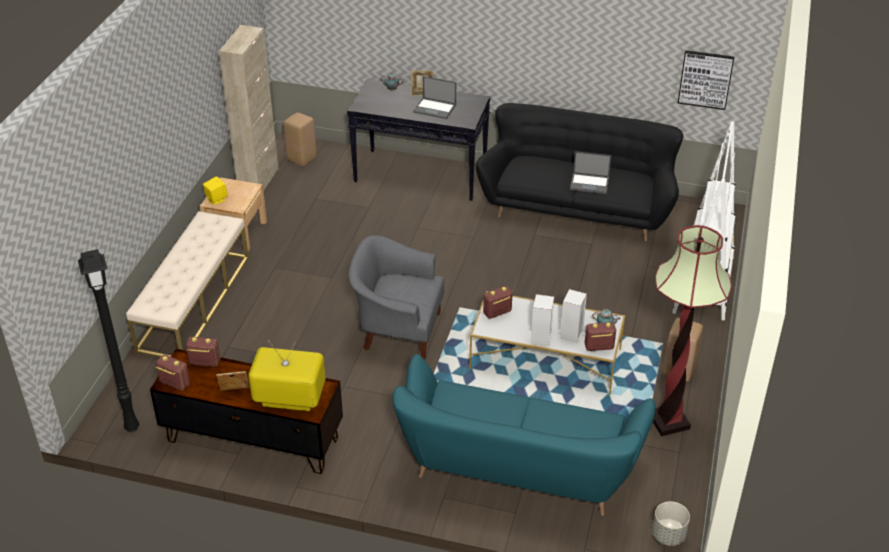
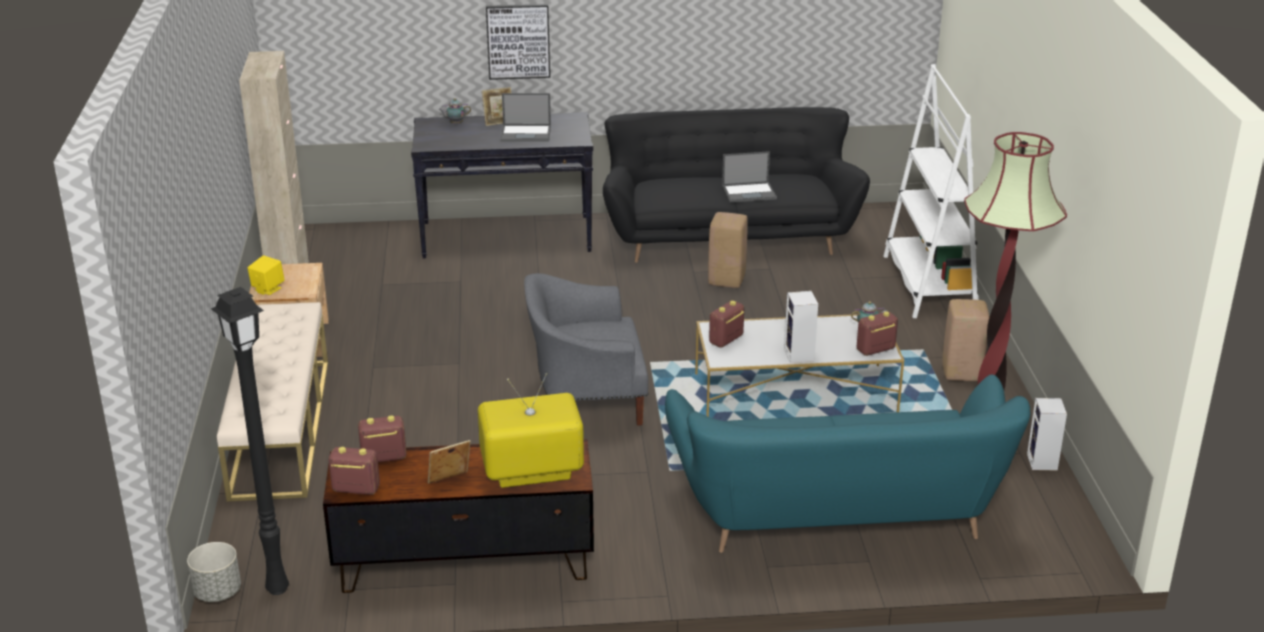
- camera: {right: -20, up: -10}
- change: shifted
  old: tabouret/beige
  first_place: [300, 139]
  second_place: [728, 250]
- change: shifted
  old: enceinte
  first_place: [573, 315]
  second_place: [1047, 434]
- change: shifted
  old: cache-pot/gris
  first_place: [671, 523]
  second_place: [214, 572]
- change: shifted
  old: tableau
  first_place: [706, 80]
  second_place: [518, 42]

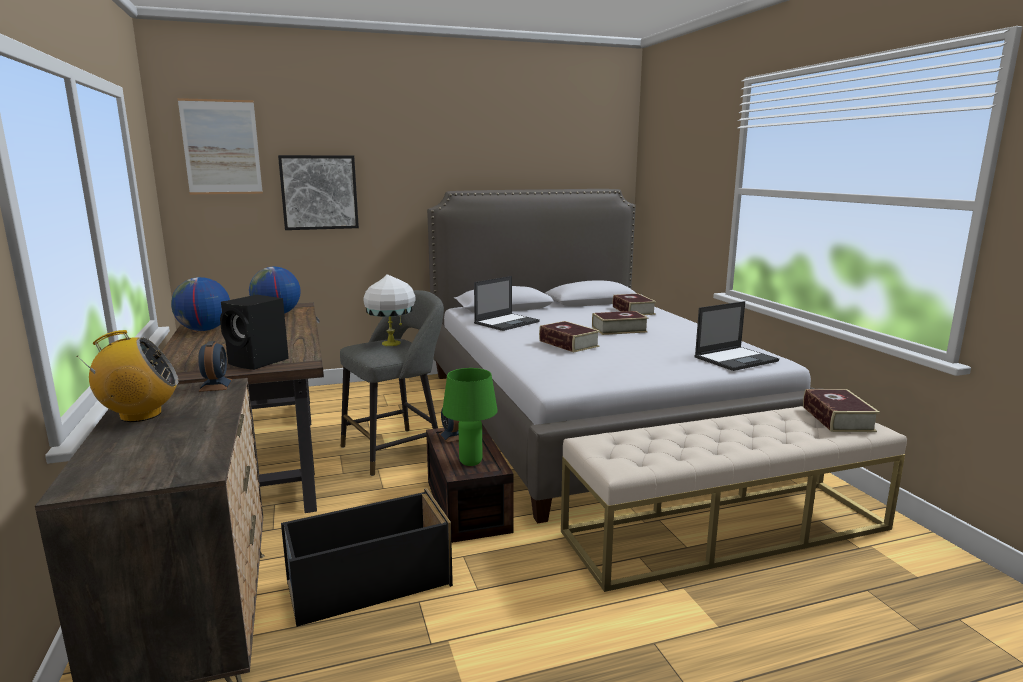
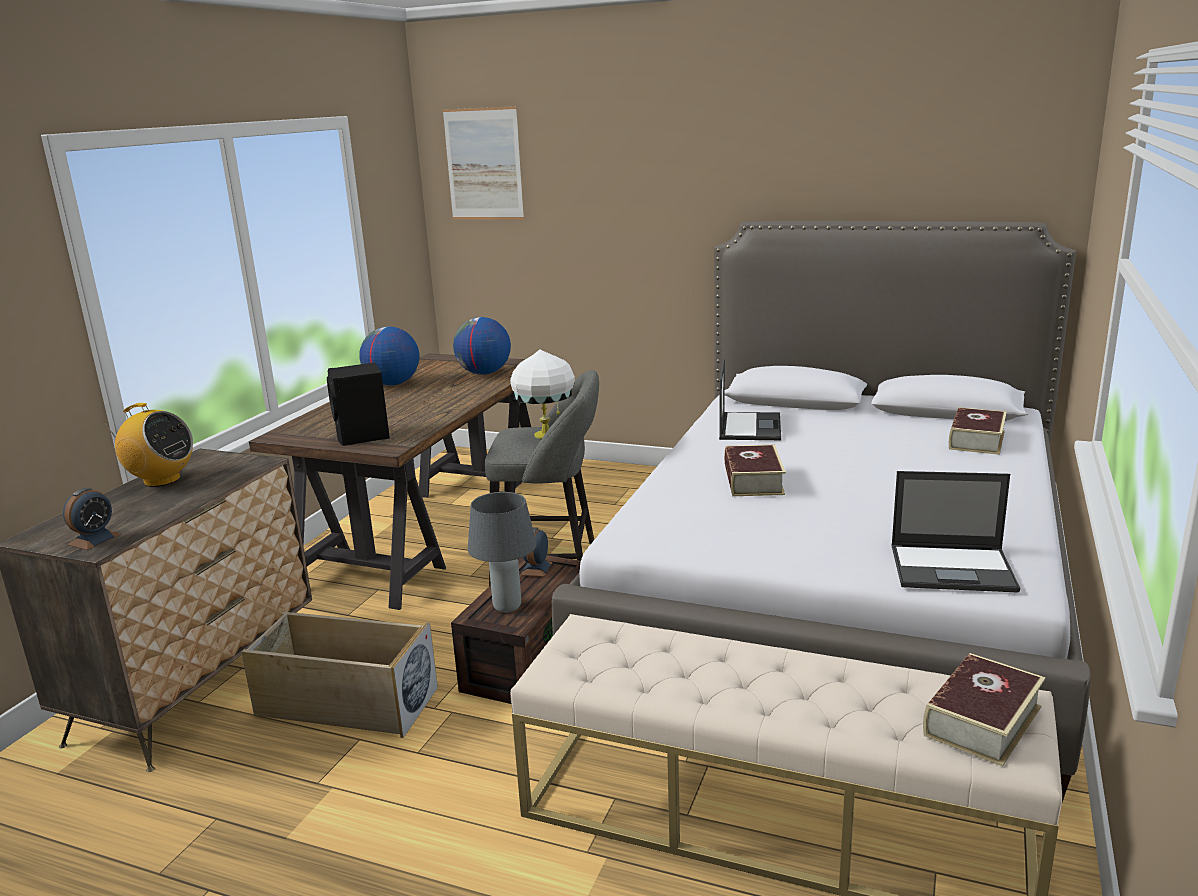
- camera: {right: 40, up: 5}
- change: gone
  old: tableau
  first_place: [318, 192]
- change: gone
  old: livre
  first_place: [620, 323]
- change: shifted
  old: réveil
  first_place: [215, 366]
  second_place: [92, 519]
- change: repainted
  old: boîte de rangement/noir
  new: boîte de rangement/beige
  first_place: [367, 557]
  second_place: [339, 675]
- change: repainted
  old: lampe de table/vert
  new: lampe de table/gris
  first_place: [470, 417]
  second_place: [502, 552]
- change: rotated
  old: ordinateur portable
  first_place: [507, 303]
  second_place: [750, 399]
  degrees: -75

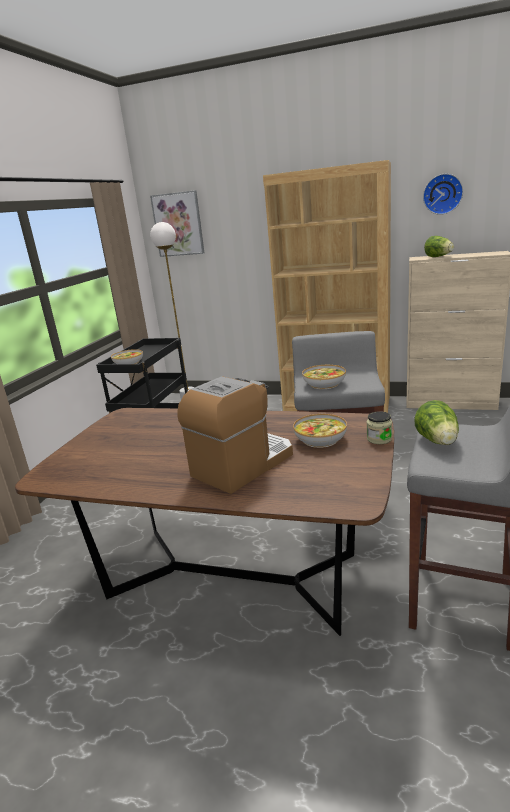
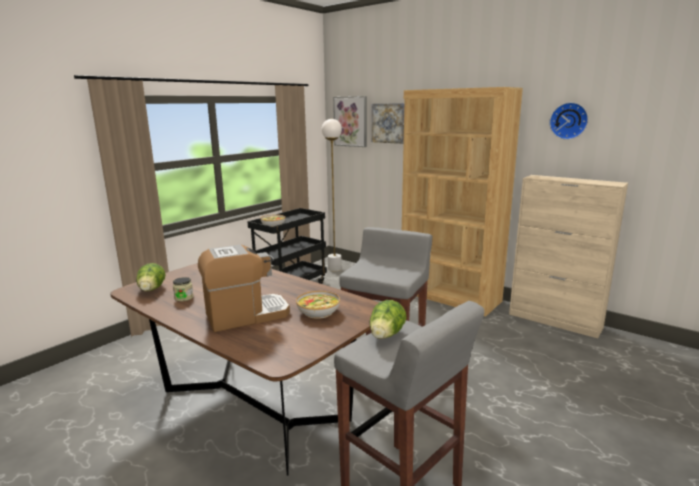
- camera: {right: 20, up: -5}
- change: gone
  old: bol
  first_place: [324, 377]
- change: new
  new: tableau
  second_place: [388, 123]
- change: shifted
  old: bocal
  first_place: [379, 427]
  second_place: [183, 289]
- change: shifted
  old: laitue
  first_place: [439, 246]
  second_place: [151, 277]

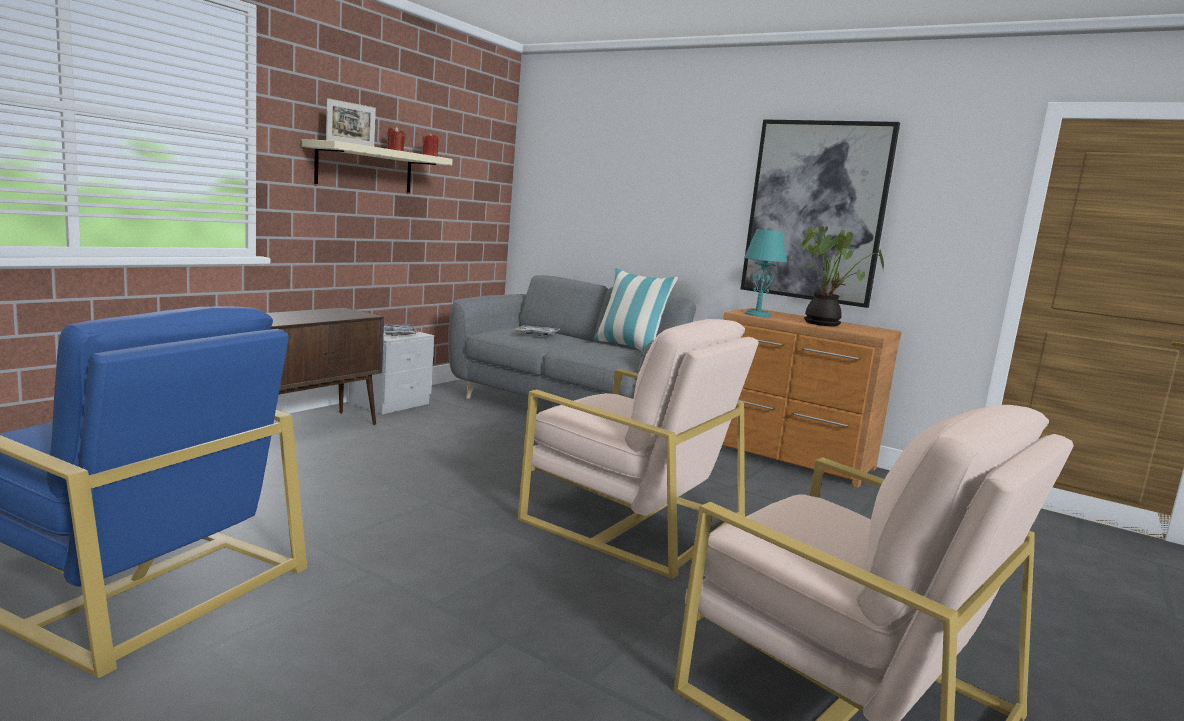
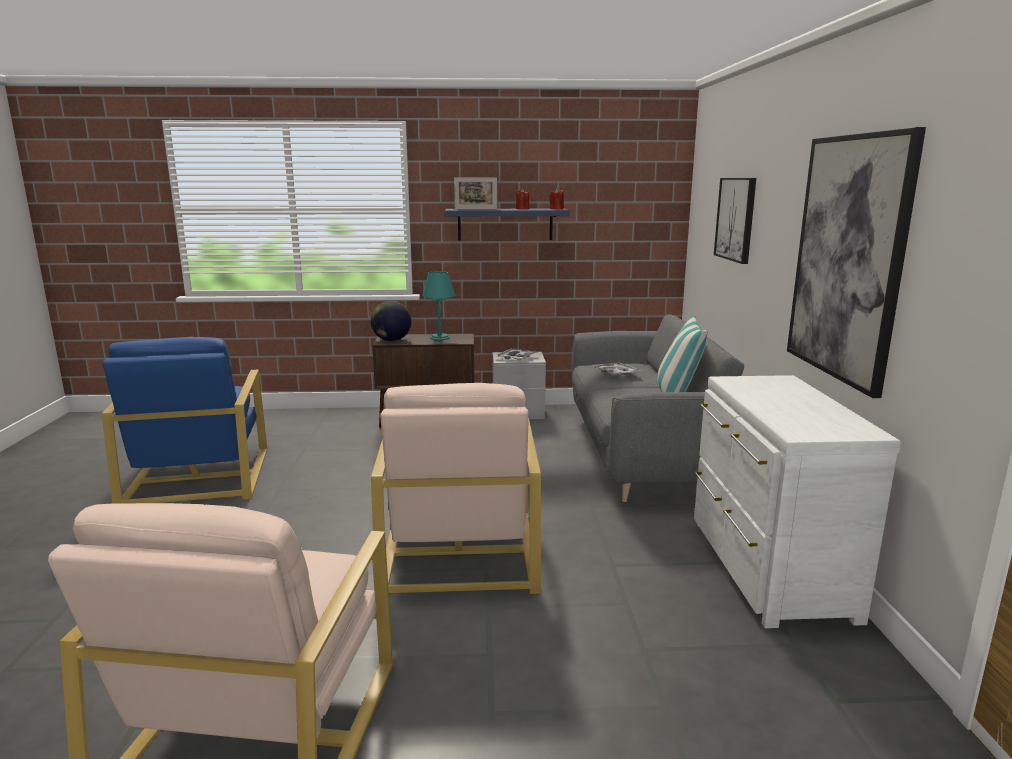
- camera: {right: 55, up: 5}
- change: gone
  old: plante en pot
  first_place: [843, 276]
- change: new
  new: globe
  second_place: [391, 321]
- change: new
  new: tableau
  second_place: [735, 221]
- change: shifted
  old: lampe de table/turquoise
  first_place: [765, 273]
  second_place: [438, 305]
- change: repainted
  old: étagère/beige
  new: étagère/bleu
  first_place: [377, 166]
  second_place: [507, 225]
- change: repainted
  old: commode/marron
  new: commode/blanc
  first_place: [812, 398]
  second_place: [797, 501]

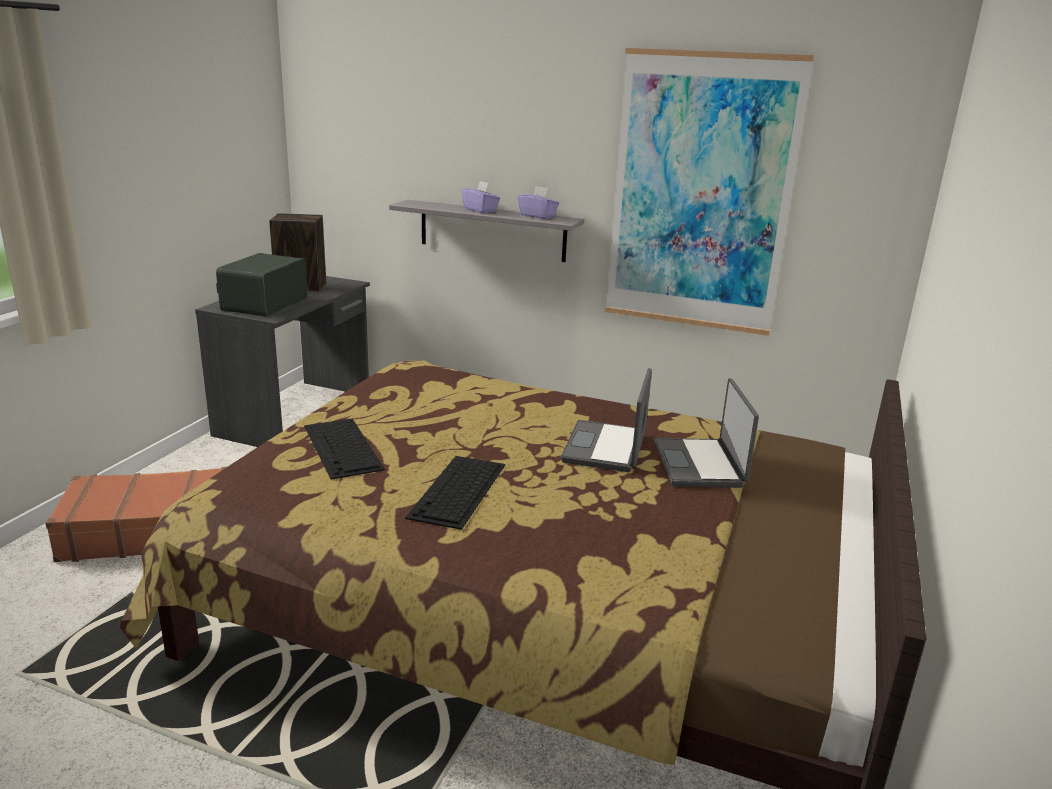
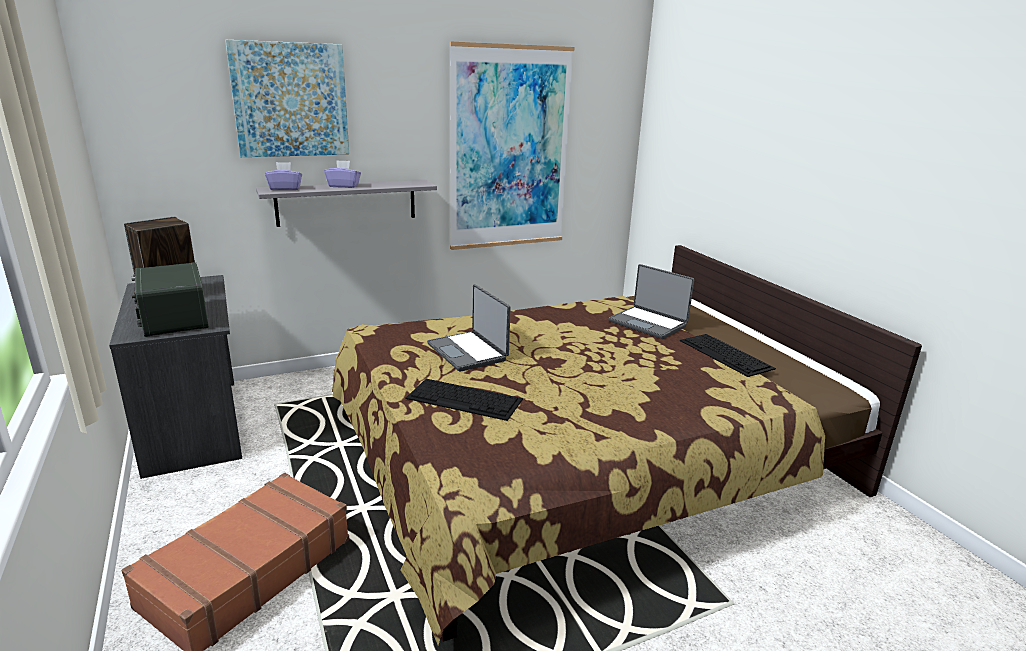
- camera: {right: -45, up: 0}
- change: new
  new: tableau
  second_place: [287, 98]
- change: shifted
  old: clavier
  first_place: [455, 493]
  second_place: [728, 355]
- change: shifted
  old: boîte à mouchoirs/violet
  first_place: [538, 202]
  second_place: [283, 176]
- change: shifted
  old: ordinateur portable
  first_place: [606, 420]
  second_place: [469, 328]

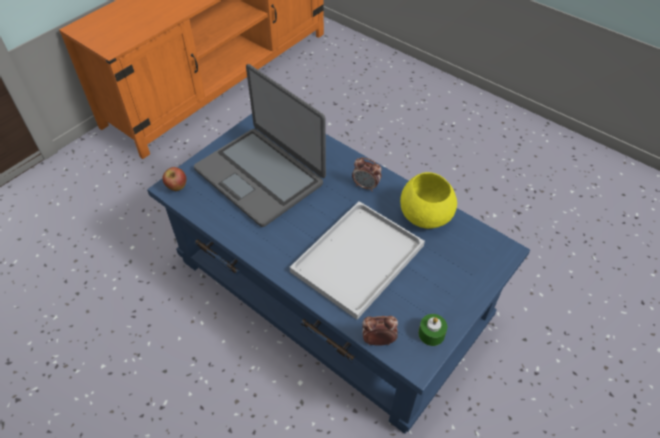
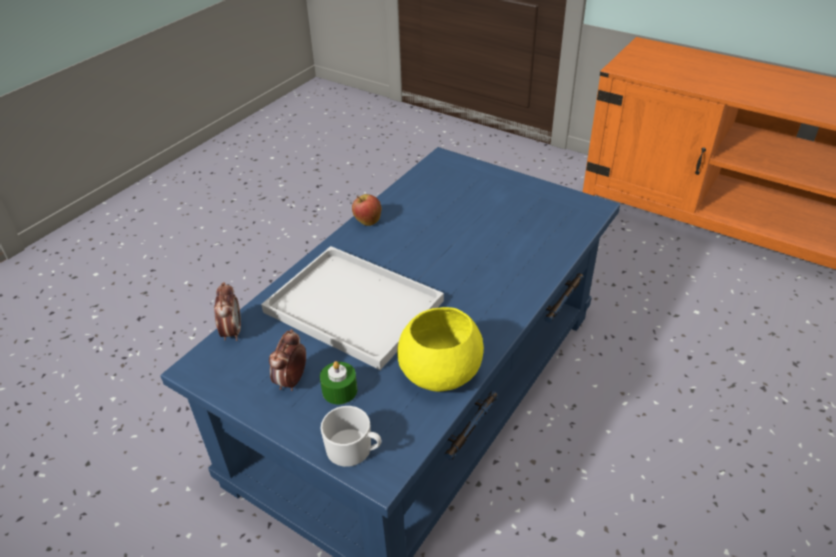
- camera: {right: 85, up: -10}
- change: gone
  old: ordinateur portable
  first_place: [260, 145]
- change: new
  new: mug/blanc
  second_place: [351, 436]
- change: shifted
  old: pomme
  first_place: [174, 179]
  second_place: [367, 210]
- change: shifted
  old: réveil
  first_place: [367, 174]
  second_place: [287, 360]
- change: shifted
  old: bougie/vert
  first_place: [432, 330]
  second_place: [339, 382]

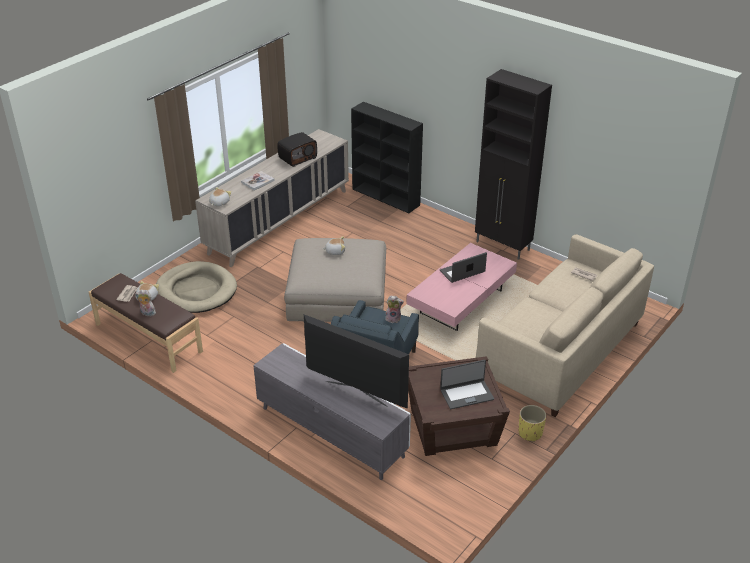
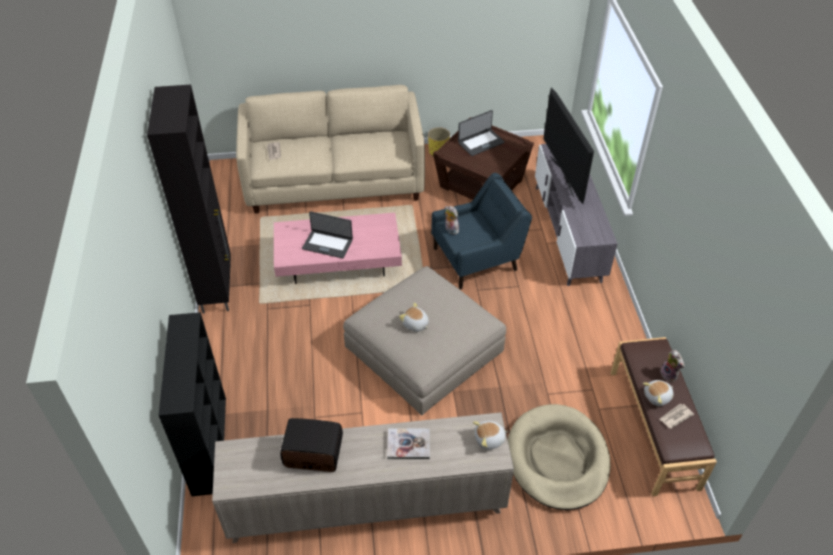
- camera: {right: -135, up: 10}
- change: rotated
  old: ordinateur portable
  first_place: [467, 384]
  second_place: [481, 133]
  degrees: 120

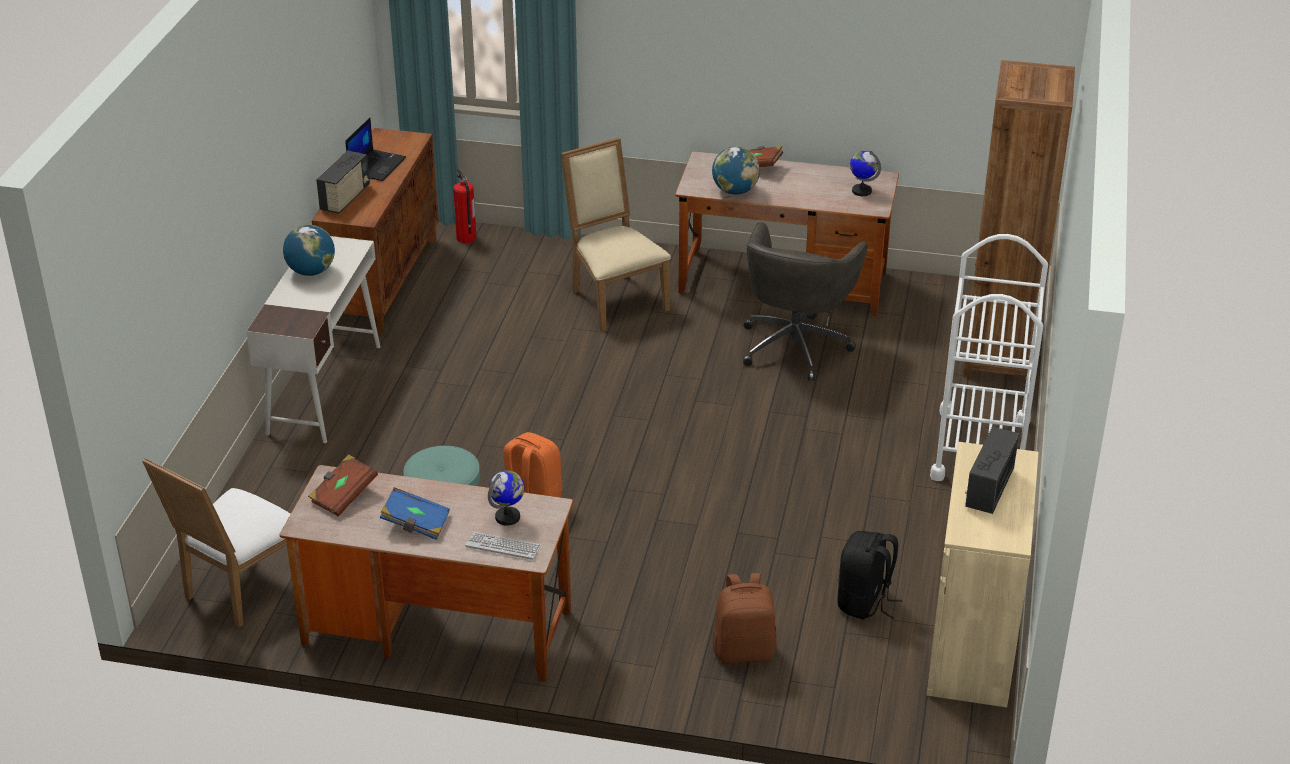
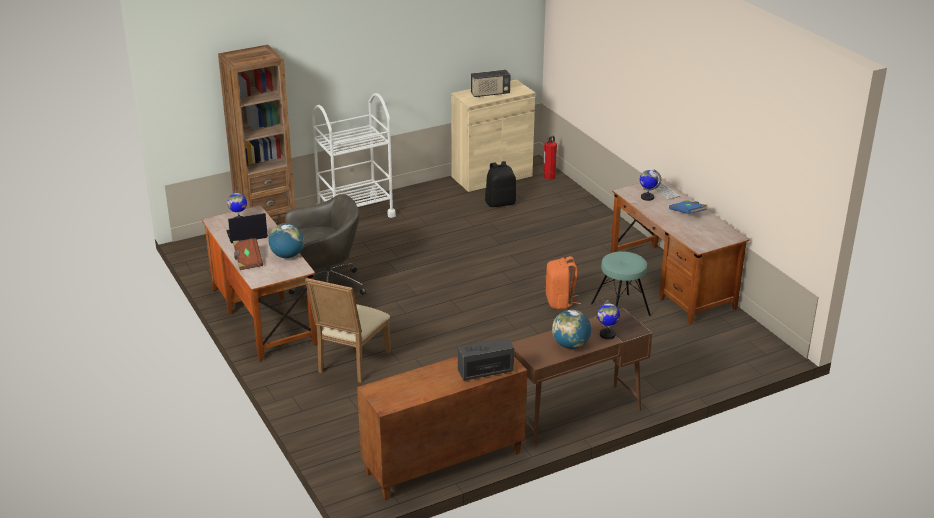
- camera: {right: -130, up: -5}
- change: gone
  old: chaise/blanc
  first_place: [216, 543]
- change: gone
  old: livre/marron
  first_place: [343, 485]
- change: gone
  old: sac à dos/marron
  first_place: [744, 618]
- change: new
  new: globe
  second_place: [608, 319]
- change: shifted
  old: ordinateur portable
  first_place: [375, 149]
  second_place: [247, 228]
- change: shifted
  old: extincteur
  first_place: [465, 205]
  second_place: [550, 157]
- change: repainted
  old: bureau/blanc
  new: bureau/marron
  first_place: [313, 339]
  second_place: [582, 377]

